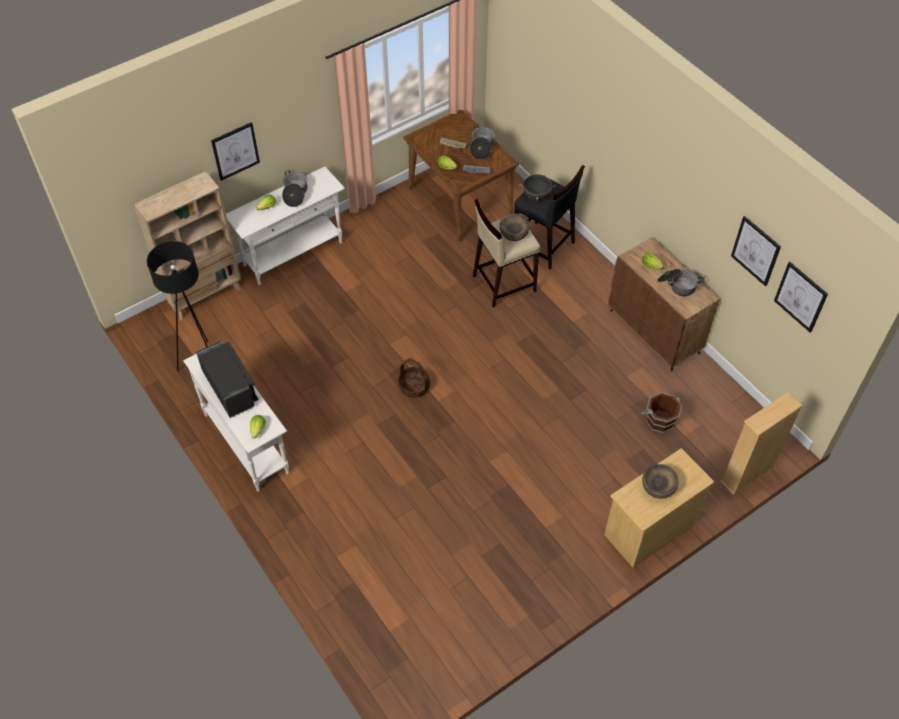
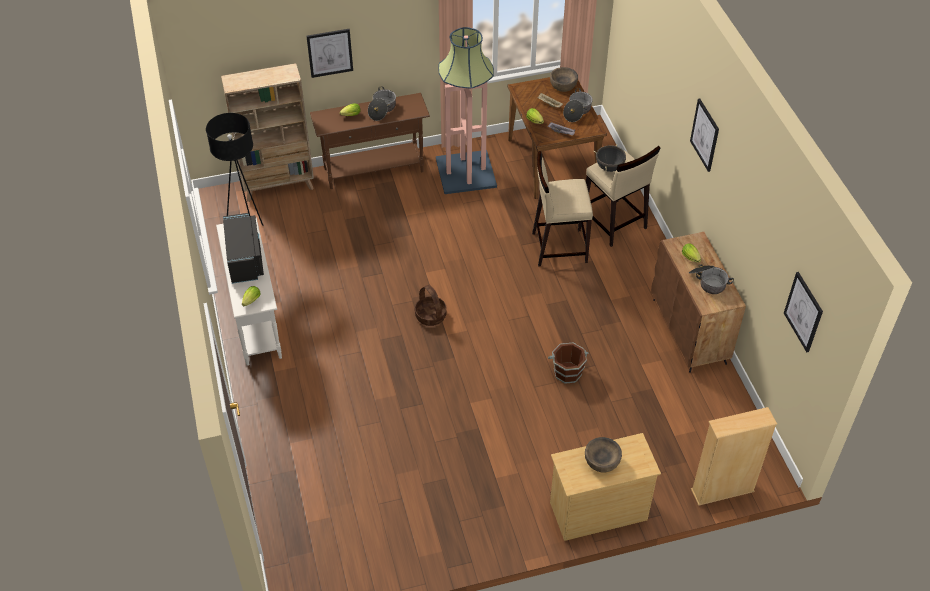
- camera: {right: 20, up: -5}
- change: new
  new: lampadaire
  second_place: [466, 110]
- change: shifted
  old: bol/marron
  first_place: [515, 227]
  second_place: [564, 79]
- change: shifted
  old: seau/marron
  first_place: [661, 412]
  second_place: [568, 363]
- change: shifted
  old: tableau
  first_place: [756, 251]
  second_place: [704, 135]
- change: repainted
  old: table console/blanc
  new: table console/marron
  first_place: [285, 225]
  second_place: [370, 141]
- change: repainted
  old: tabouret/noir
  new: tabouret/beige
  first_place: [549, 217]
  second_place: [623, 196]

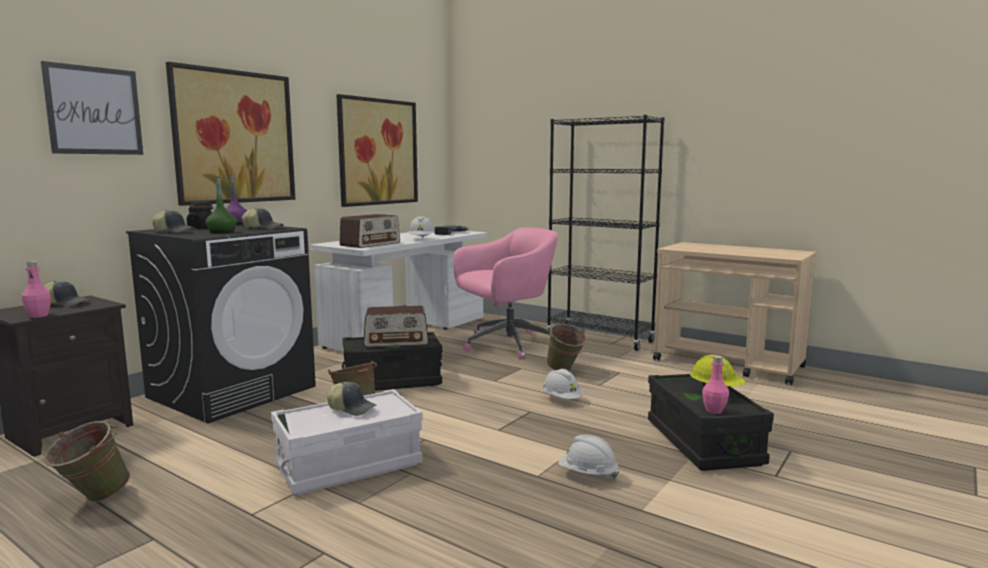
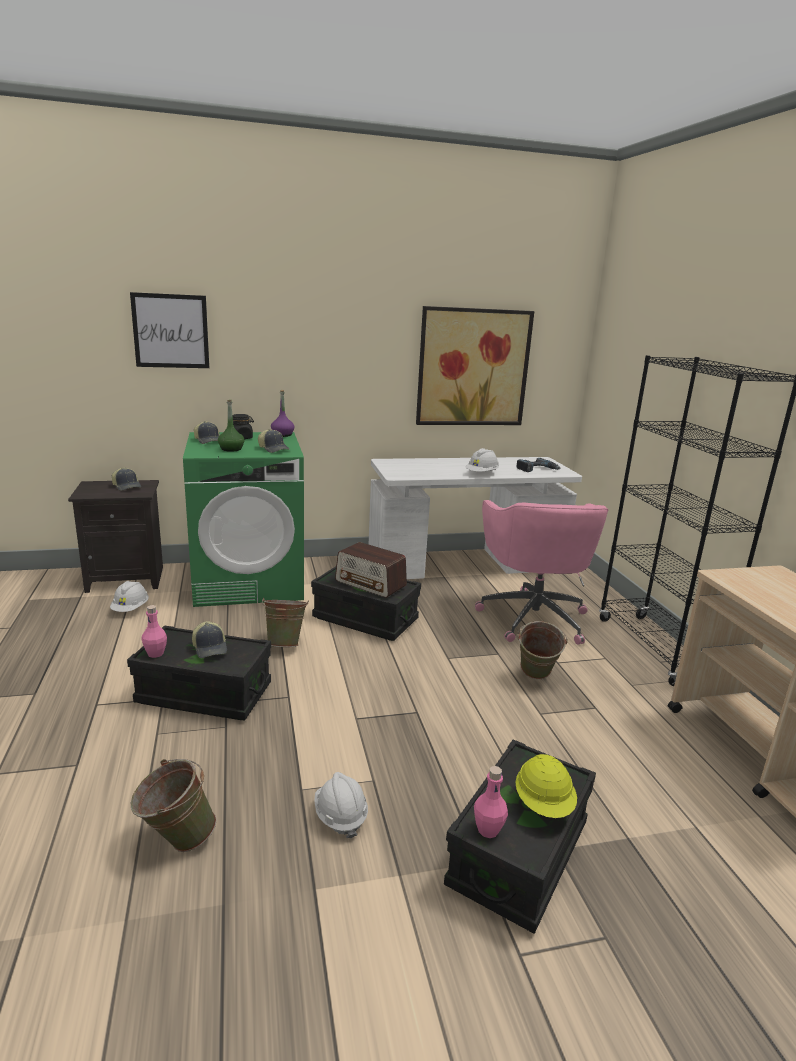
- camera: {right: 40, up: 10}
- change: gone
  old: tableau
  first_place: [230, 134]
- change: gone
  old: radio
  first_place: [369, 231]
- change: shifted
  old: bouteille/rose
  first_place: [36, 289]
  second_place: [154, 631]
- change: shifted
  old: seau/vert
  first_place: [87, 461]
  second_place: [173, 805]
- change: shifted
  old: casque de chantier/blanc
  first_place: [562, 384]
  second_place: [129, 596]
- change: repainted
  old: lave-linge/noir
  new: lave-linge/vert
  first_place: [221, 323]
  second_place: [243, 519]
- change: repainted
  old: boîte de rangement/blanc
  new: boîte de rangement/noir
  first_place: [347, 442]
  second_place: [199, 672]
- change: rotated
  old: chaise de bureau/rose
  first_place: [505, 293]
  second_place: [541, 572]
  degrees: 75

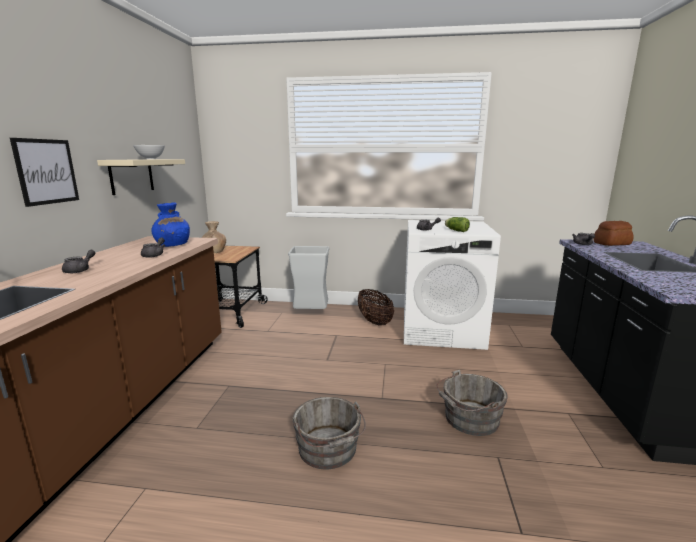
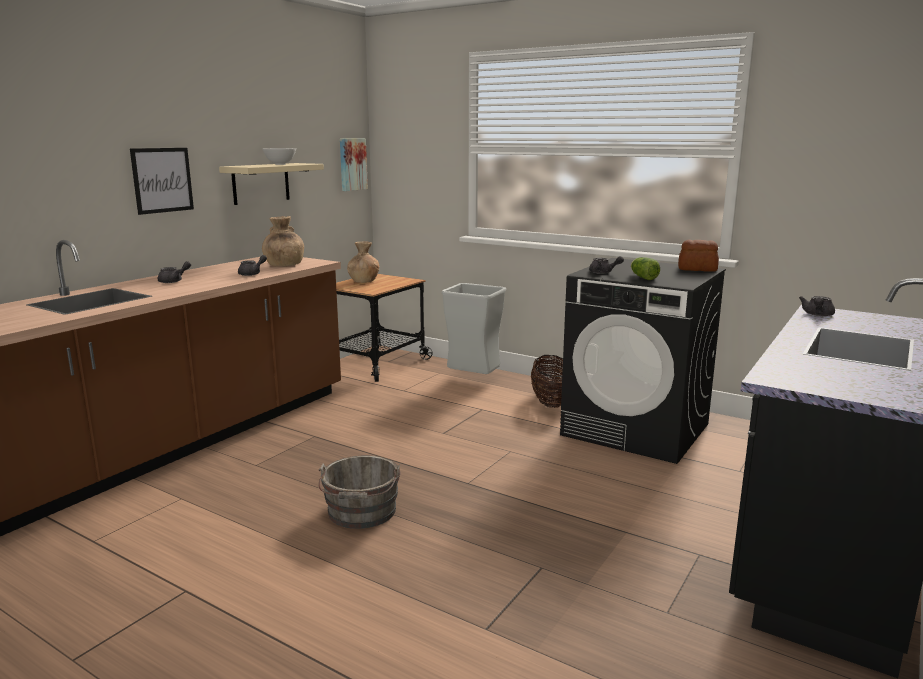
- camera: {right: 25, up: 0}
- change: gone
  old: seau/gris
  first_place: [472, 403]
- change: new
  new: tableau
  second_place: [354, 164]
- change: shifted
  old: pain
  first_place: [613, 233]
  second_place: [698, 256]
- change: repainted
  old: vase/bleu
  new: vase/marron
  first_place: [170, 224]
  second_place: [283, 241]
- change: repainted
  old: lave-linge/blanc
  new: lave-linge/noir
  first_place: [452, 285]
  second_place: [643, 361]

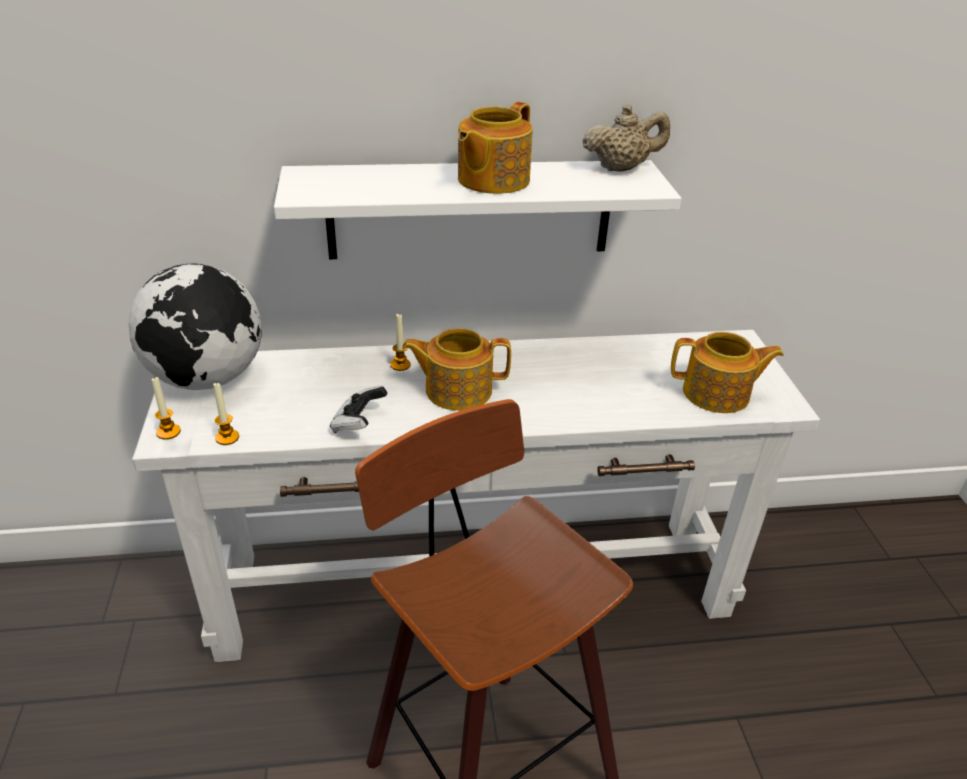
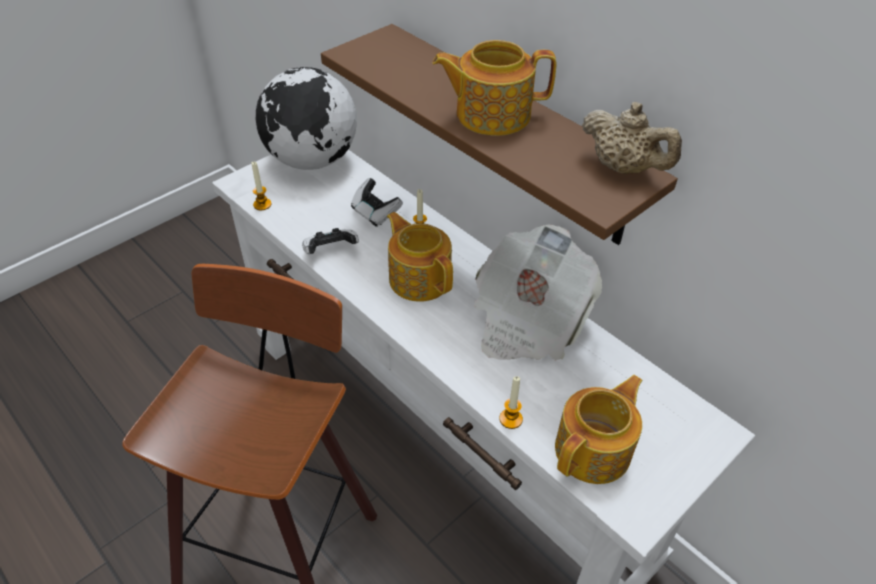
- camera: {right: 55, up: 10}
- change: new
  new: manette
  second_place: [377, 202]
- change: new
  new: journal
  second_place: [538, 292]
- change: shifted
  old: bougie
  first_place: [166, 408]
  second_place: [511, 402]
- change: repainted
  old: étagère/blanc
  new: étagère/marron
  first_place: [477, 209]
  second_place: [499, 134]
- change: rotated
  old: théière
  first_place: [727, 372]
  second_place: [598, 429]
  degrees: -105

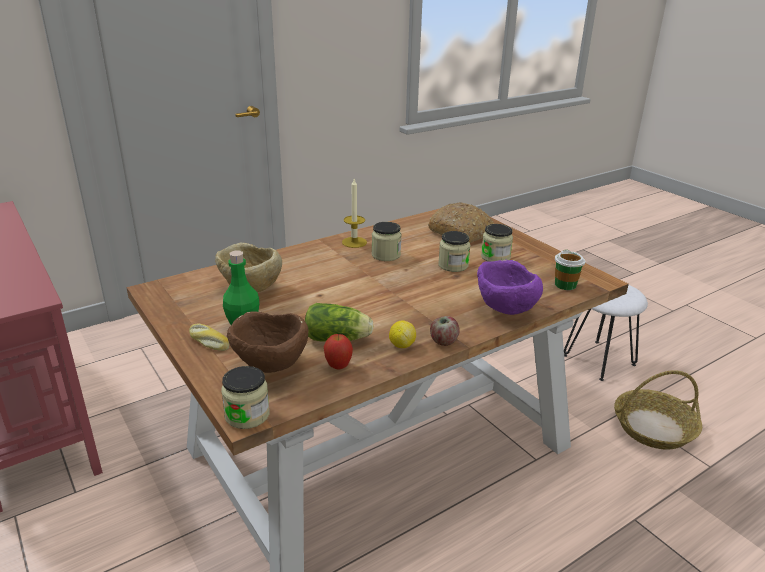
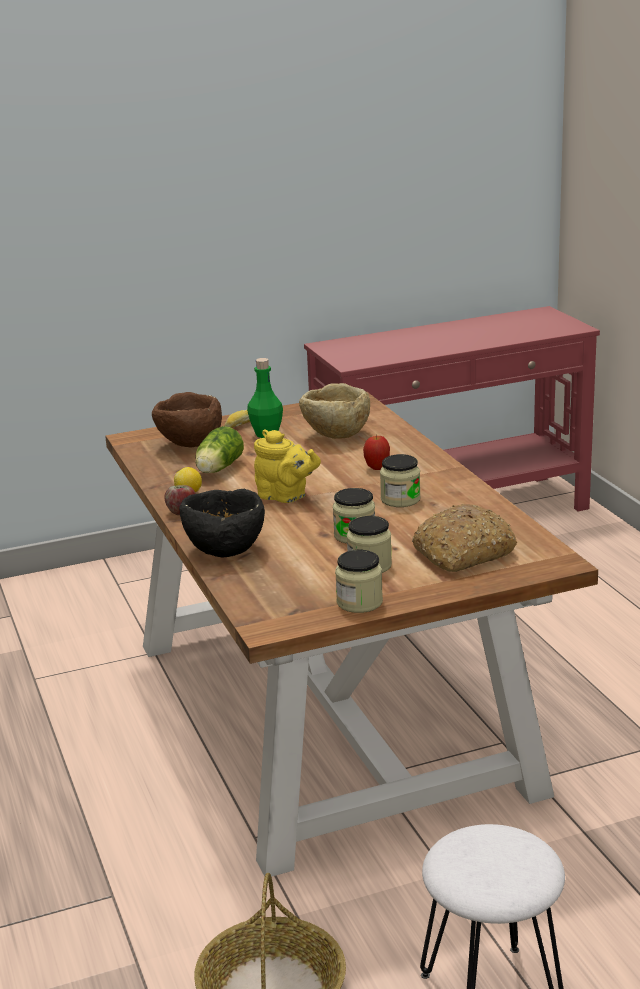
- camera: {right: 105, up: -5}
- change: gone
  old: bougie
  first_place: [354, 213]
- change: gone
  old: tasse
  first_place: [570, 269]
- change: new
  new: théière/jaune
  second_place: [287, 466]
- change: shifted
  old: bocal
  first_place: [245, 397]
  second_place: [359, 581]
- change: shifted
  old: pomme
  first_place: [338, 352]
  second_place: [376, 452]
- change: repainted
  old: bol/violet
  new: bol/noir
  first_place: [510, 287]
  second_place: [222, 523]

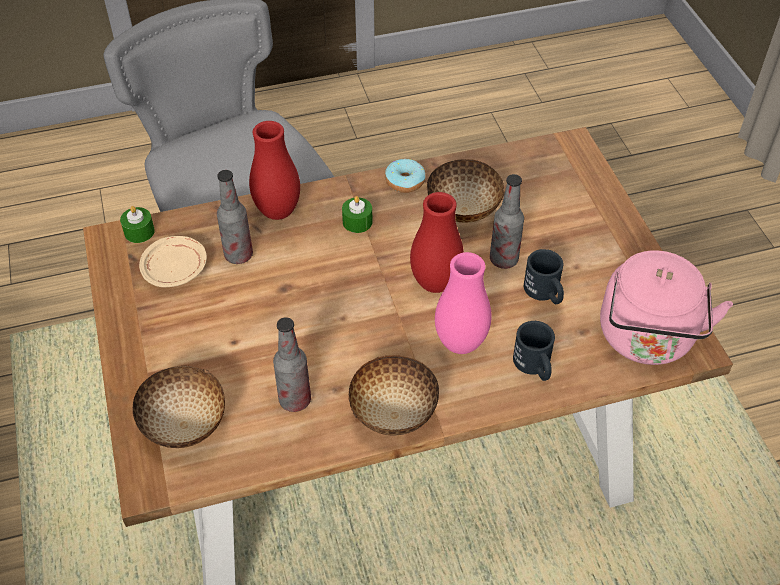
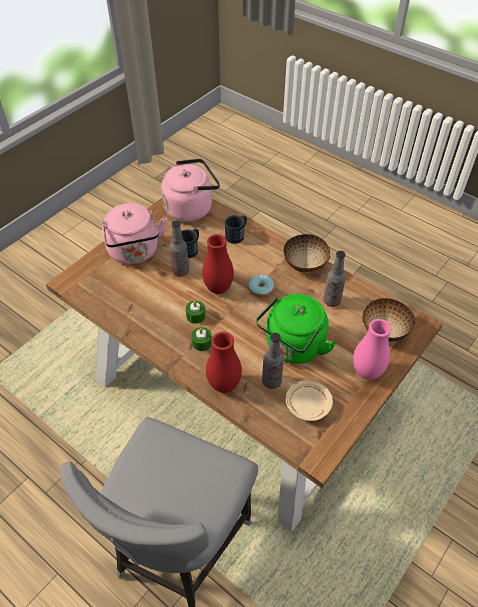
- camera: {right: -125, up: 0}
- change: gone
  old: bol
  first_place: [466, 191]
- change: new
  new: bouilloire/rose
  second_place: [134, 233]
- change: new
  new: bouilloire/vert
  second_place: [296, 329]
- change: shifted
  old: bougie/vert
  first_place: [137, 224]
  second_place: [196, 312]
- change: shifted
  old: beignet
  first_place: [405, 176]
  second_place: [261, 286]
- change: shifted
  old: vase/rose
  first_place: [463, 303]
  second_place: [372, 349]

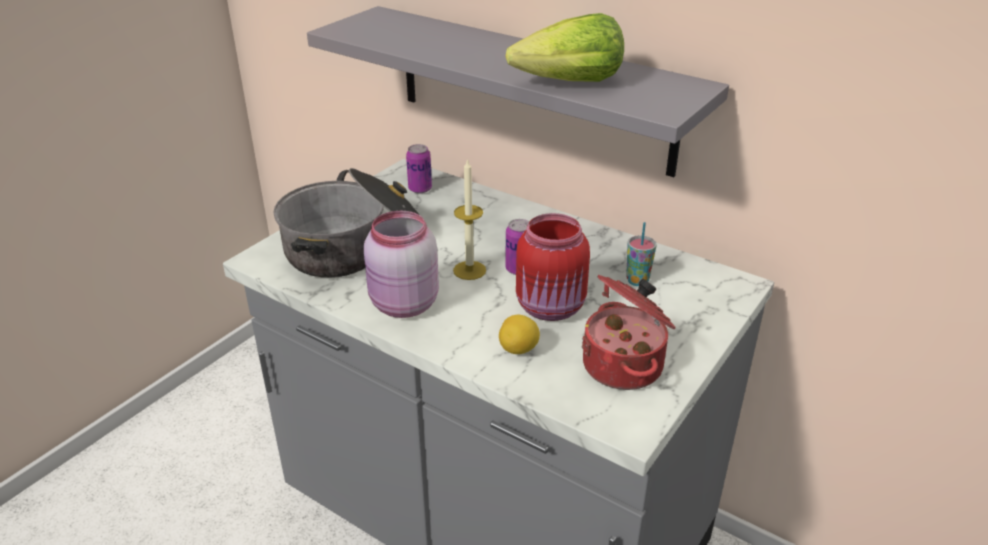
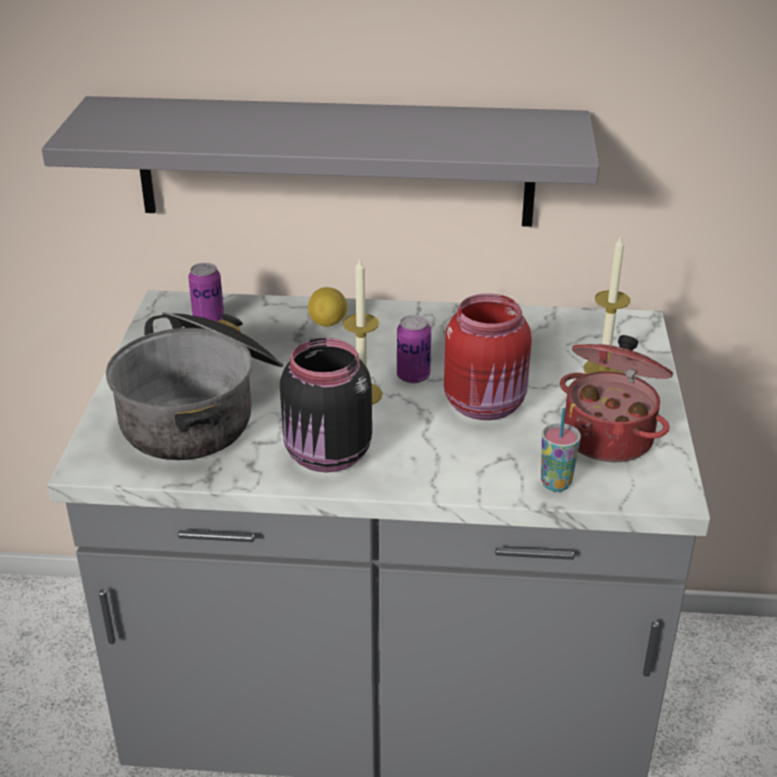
- camera: {right: -30, up: 0}
- change: gone
  old: laitue
  first_place: [565, 47]
- change: new
  new: bougie
  second_place: [607, 304]
- change: shifted
  old: citron
  first_place: [519, 334]
  second_place: [327, 307]
- change: shifted
  old: tasse
  first_place: [641, 254]
  second_place: [561, 450]
- change: repainted
  old: bocal/rose
  new: bocal/noir
  first_place: [401, 264]
  second_place: [326, 405]

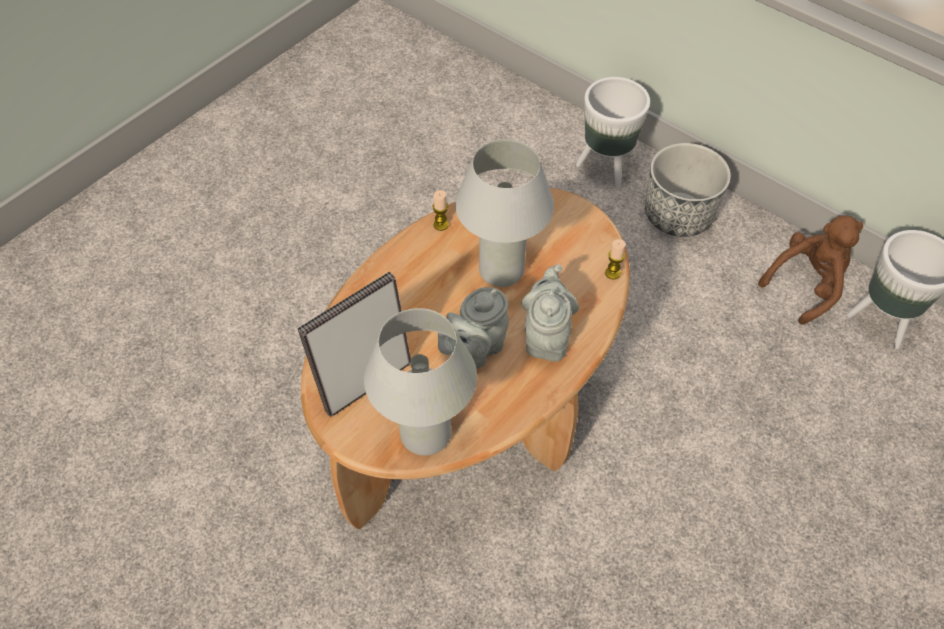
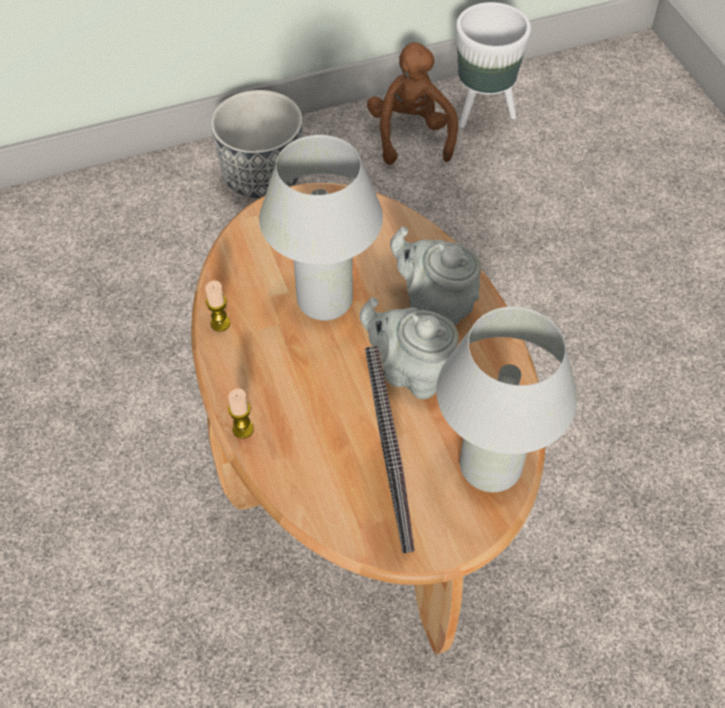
- camera: {right: -60, up: 0}
- change: gone
  old: cache-pot/blanc
  first_place: [613, 133]
- change: shifted
  old: bougie
  first_place: [615, 259]
  second_place: [241, 413]
- change: rotated
  old: théière/gris
  first_place: [473, 327]
  second_place: [409, 348]
  degrees: 135

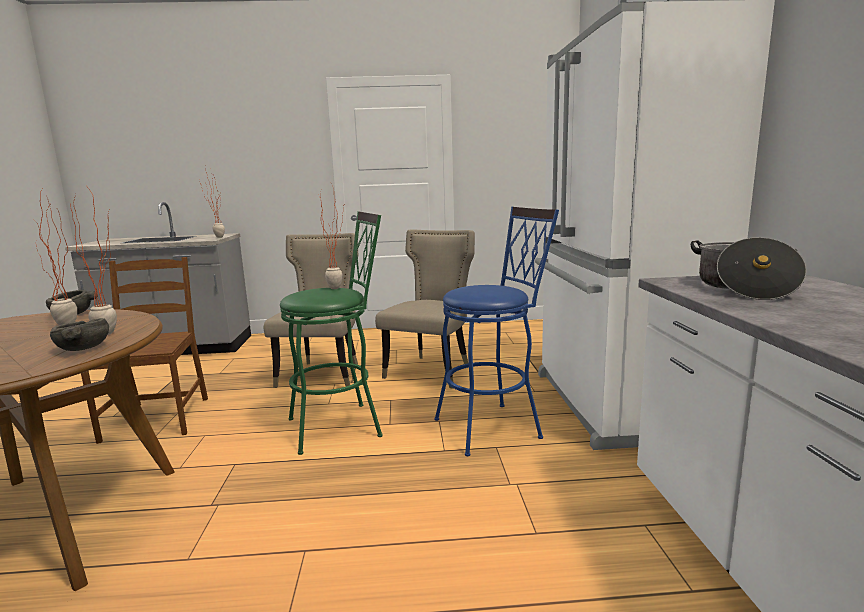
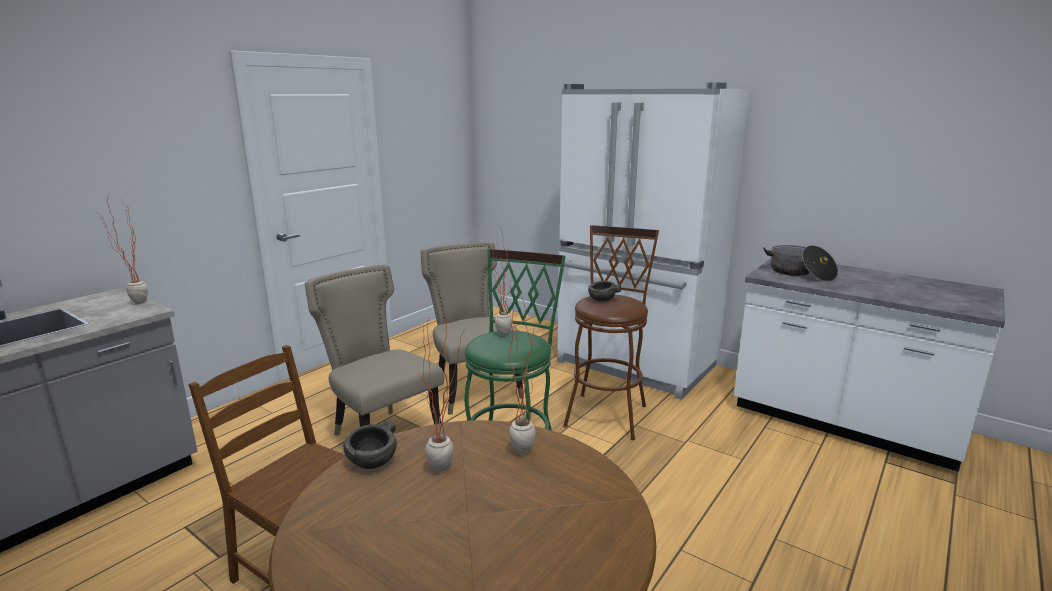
- camera: {right: -50, up: 5}
- change: shifted
  old: bol/gris
  first_place: [79, 334]
  second_place: [604, 291]
- change: repainted
  old: tabouret/bleu
  new: tabouret/marron
  first_place: [496, 331]
  second_place: [611, 332]

